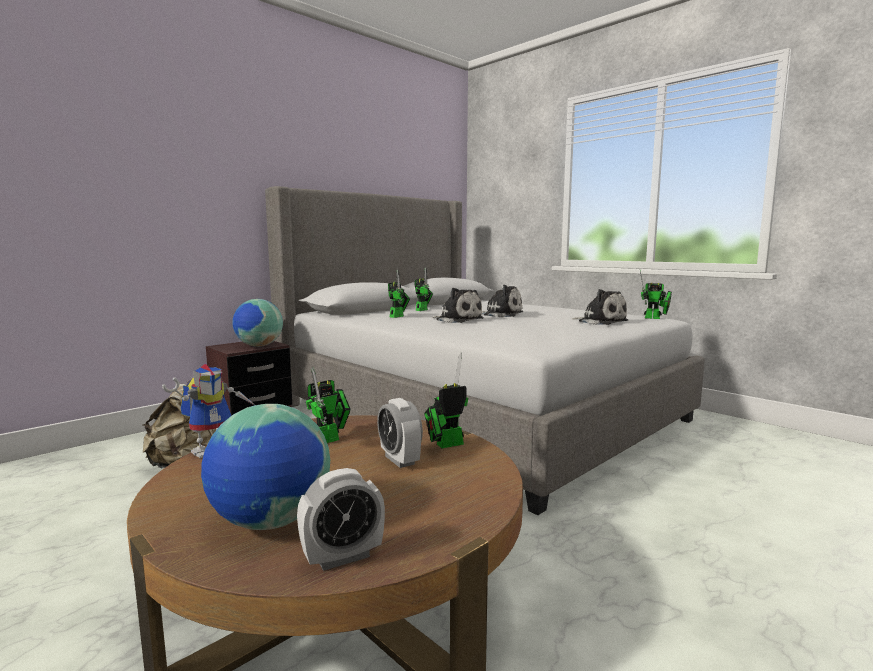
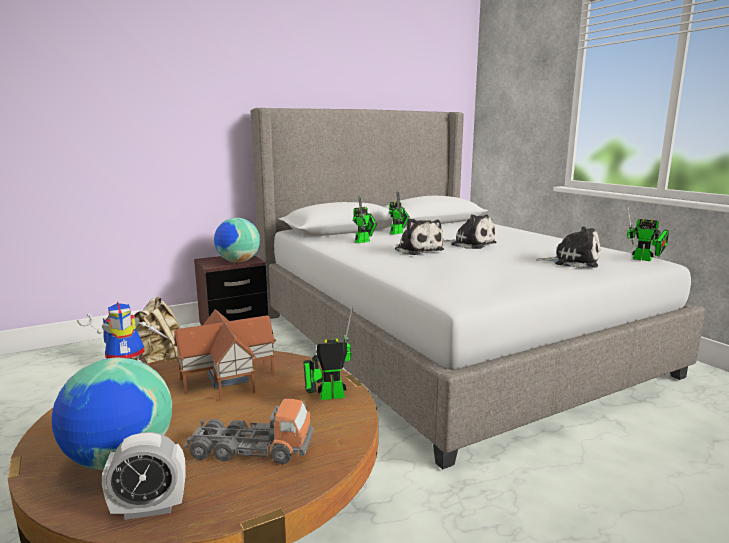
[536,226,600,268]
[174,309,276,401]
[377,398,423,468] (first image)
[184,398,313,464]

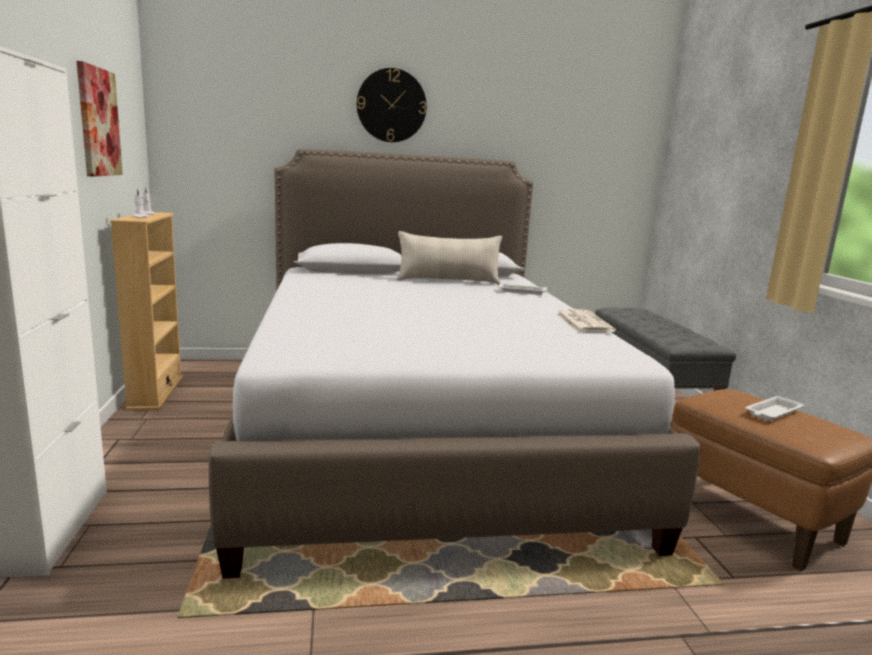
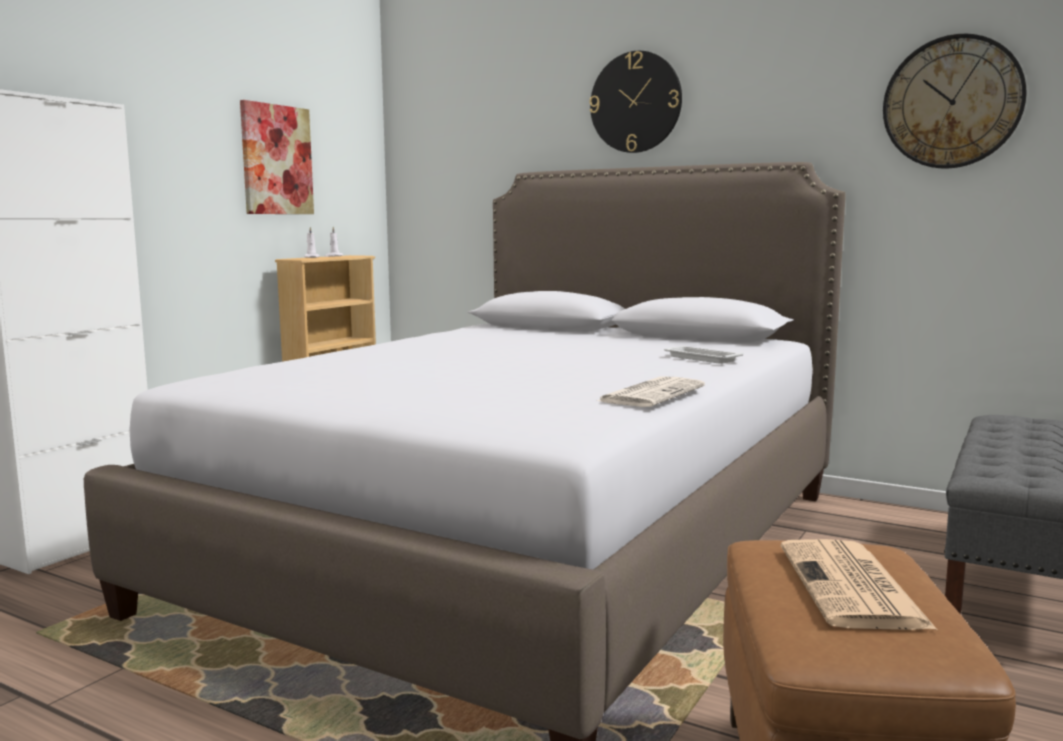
[397,231,502,284] (first image)
[781,539,937,630]
[883,34,1027,169]

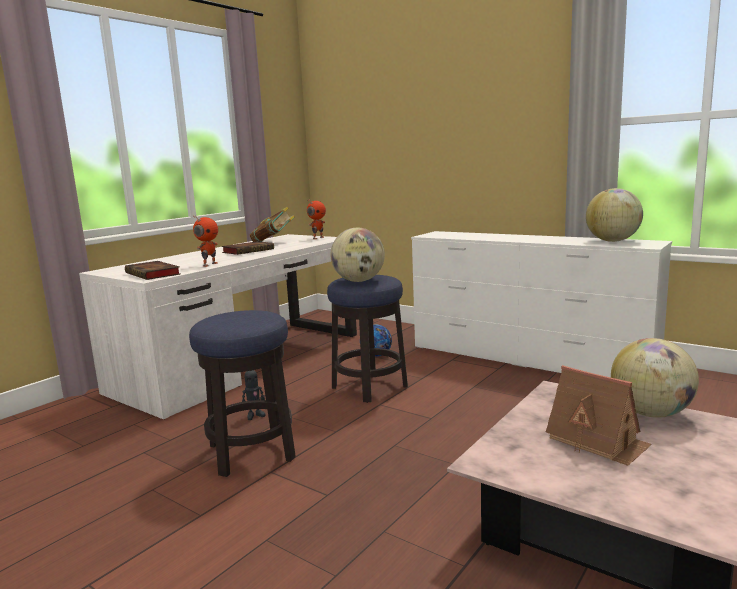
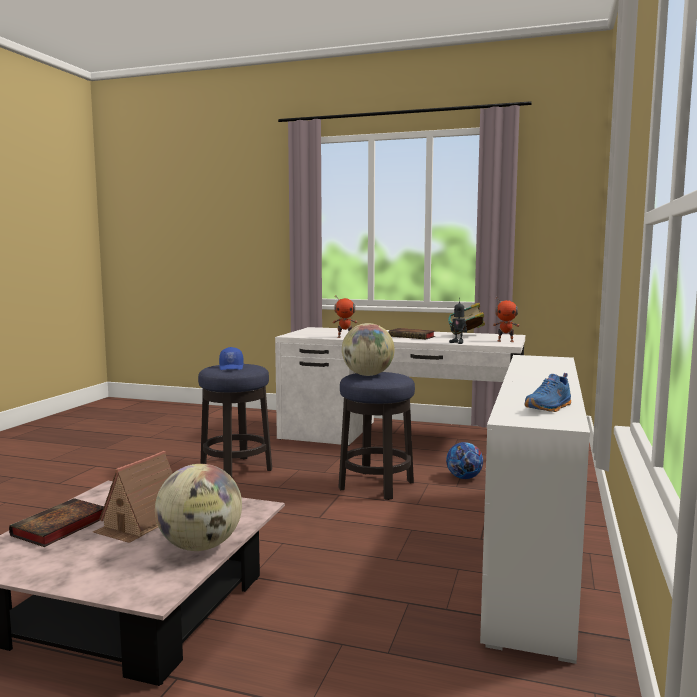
[525,373,571,412]
[9,498,104,547]
[449,298,467,344]
[219,347,244,370]

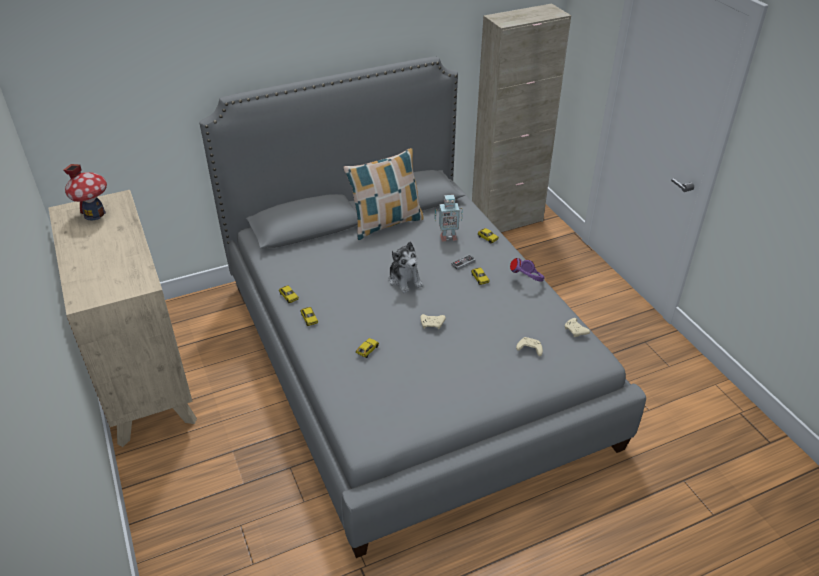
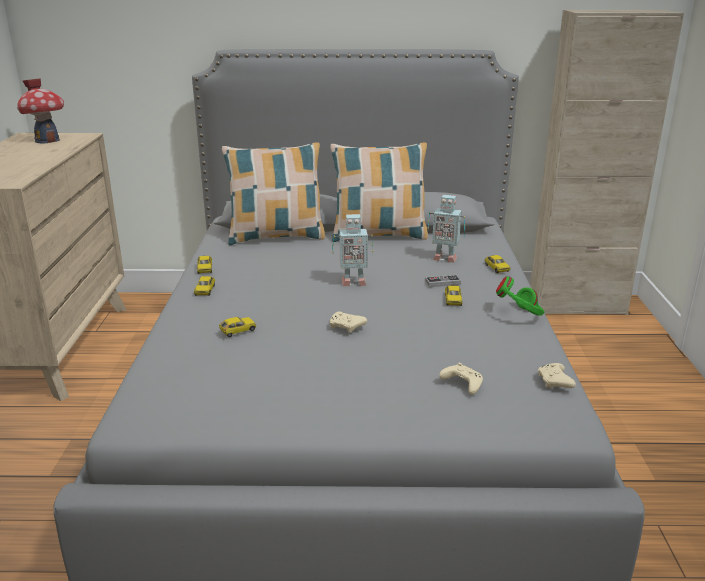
[332,214,373,286]
[496,277,544,316]
[222,142,325,245]

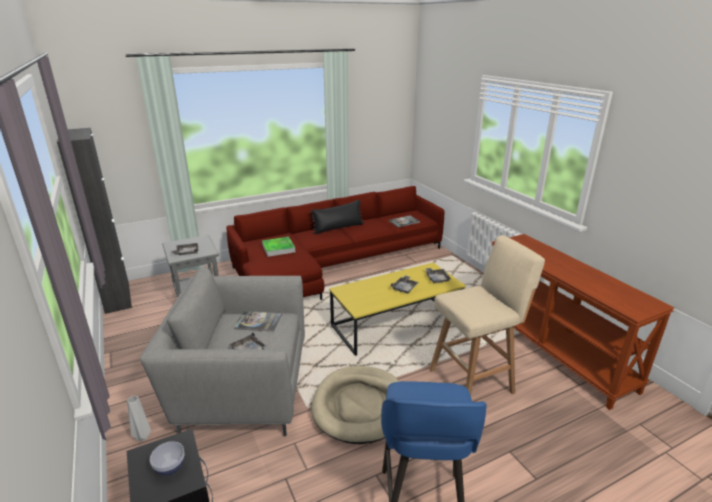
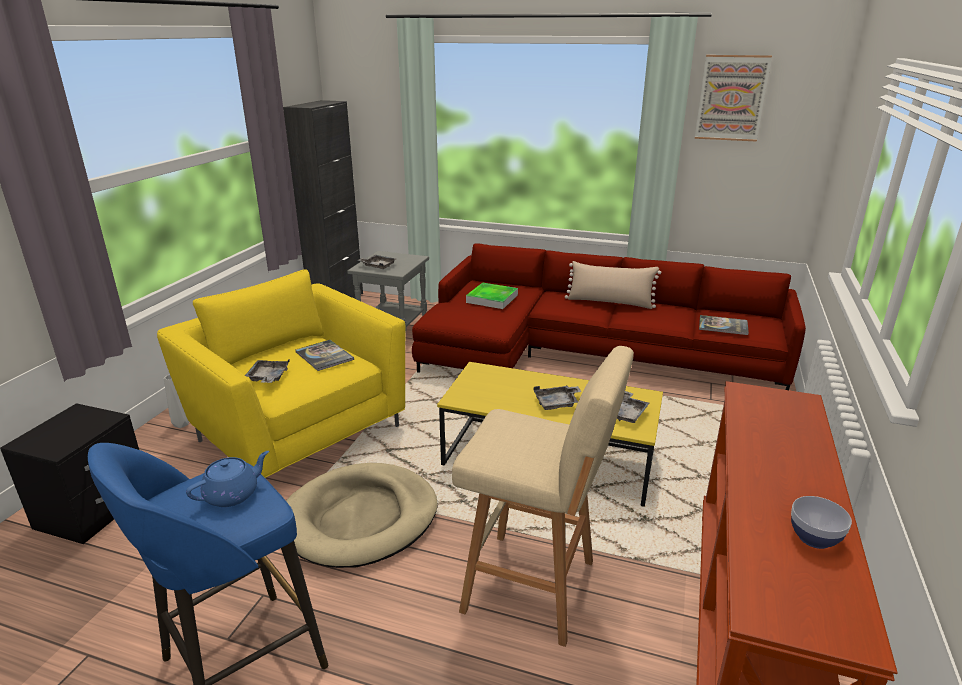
[565,261,661,309]
[157,269,405,478]
[791,496,852,549]
[695,55,772,142]
[186,451,269,507]

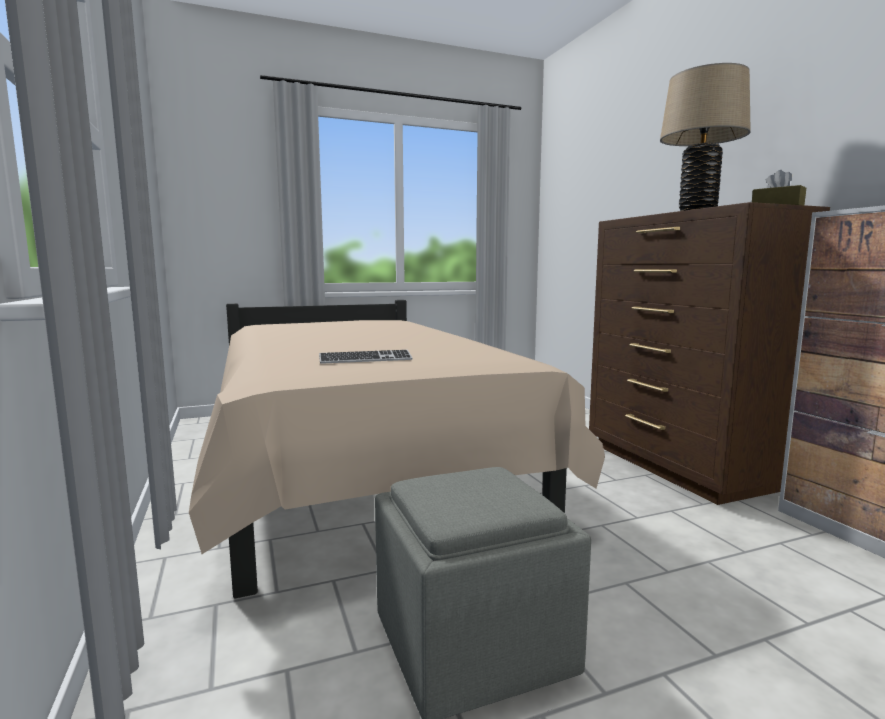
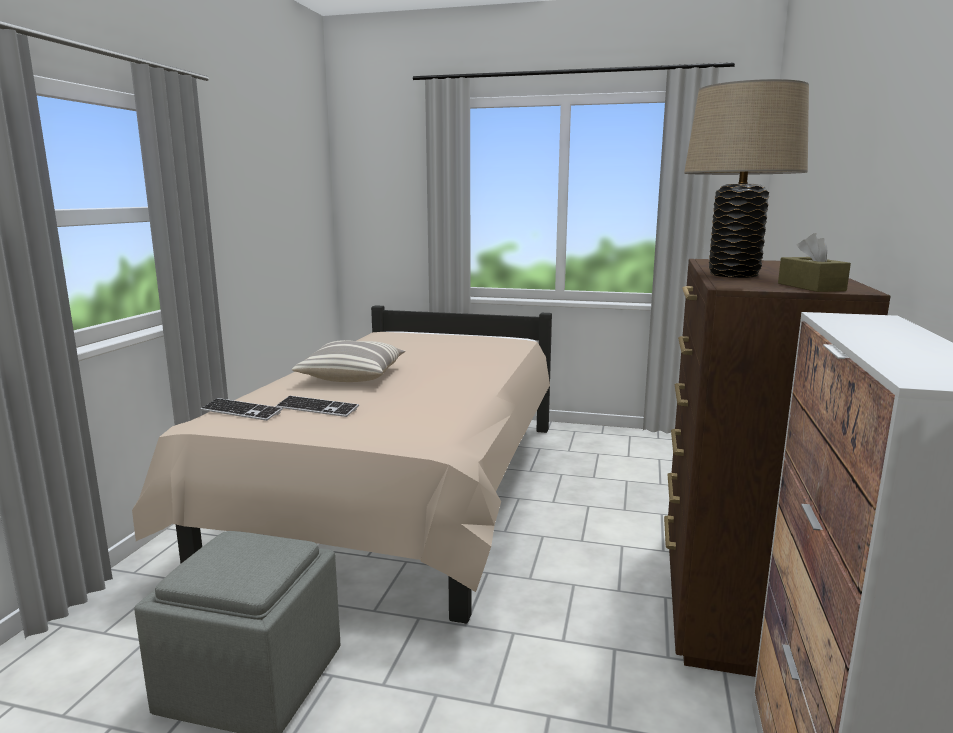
[292,340,405,382]
[200,398,283,421]

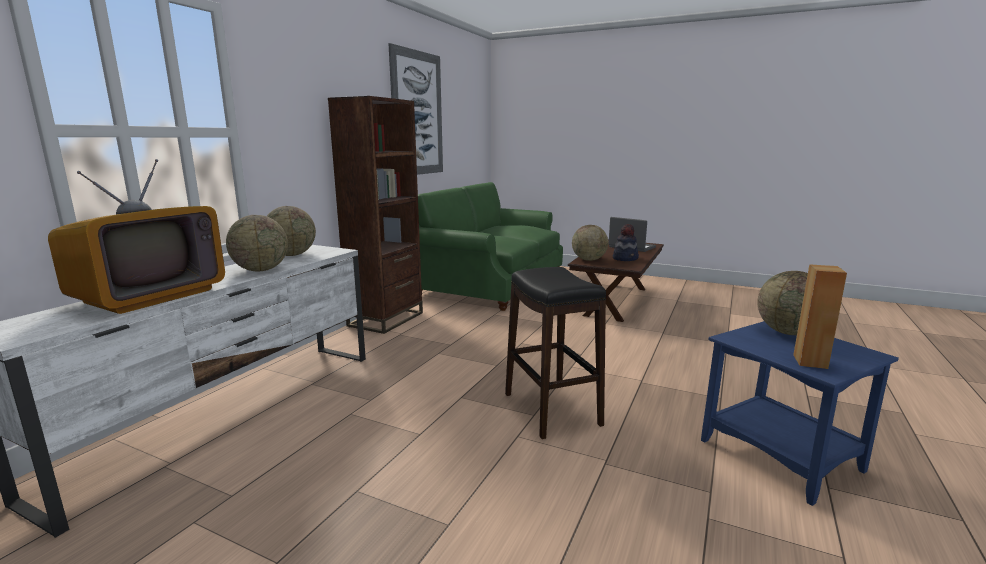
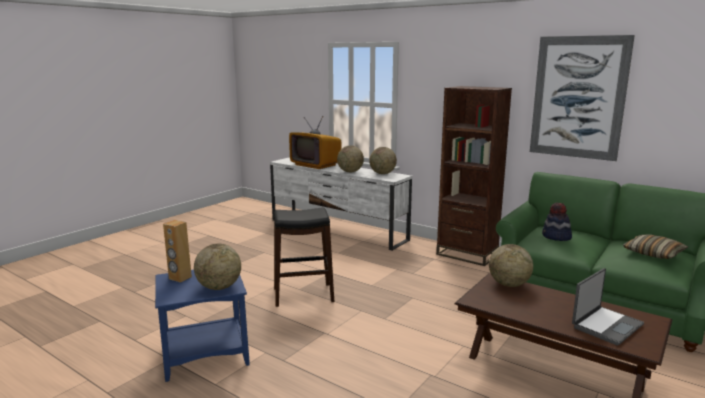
[542,203,572,241]
[623,234,688,259]

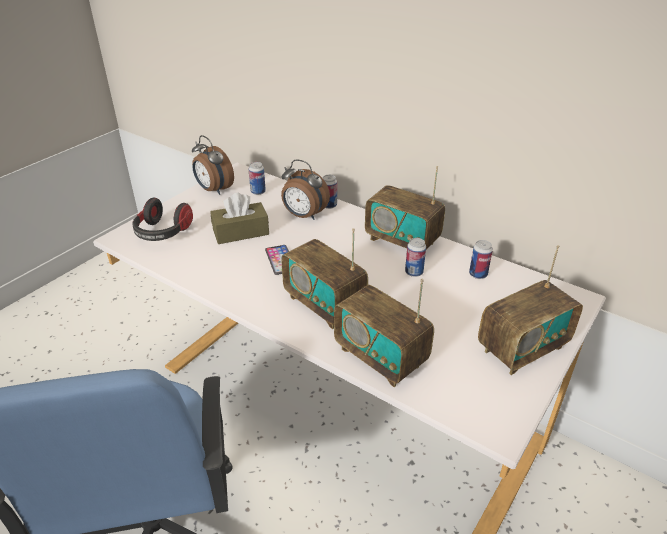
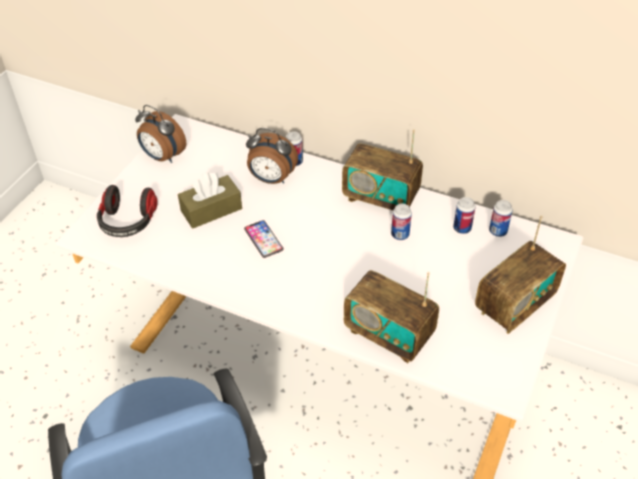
[489,200,513,237]
[281,228,368,329] (first image)

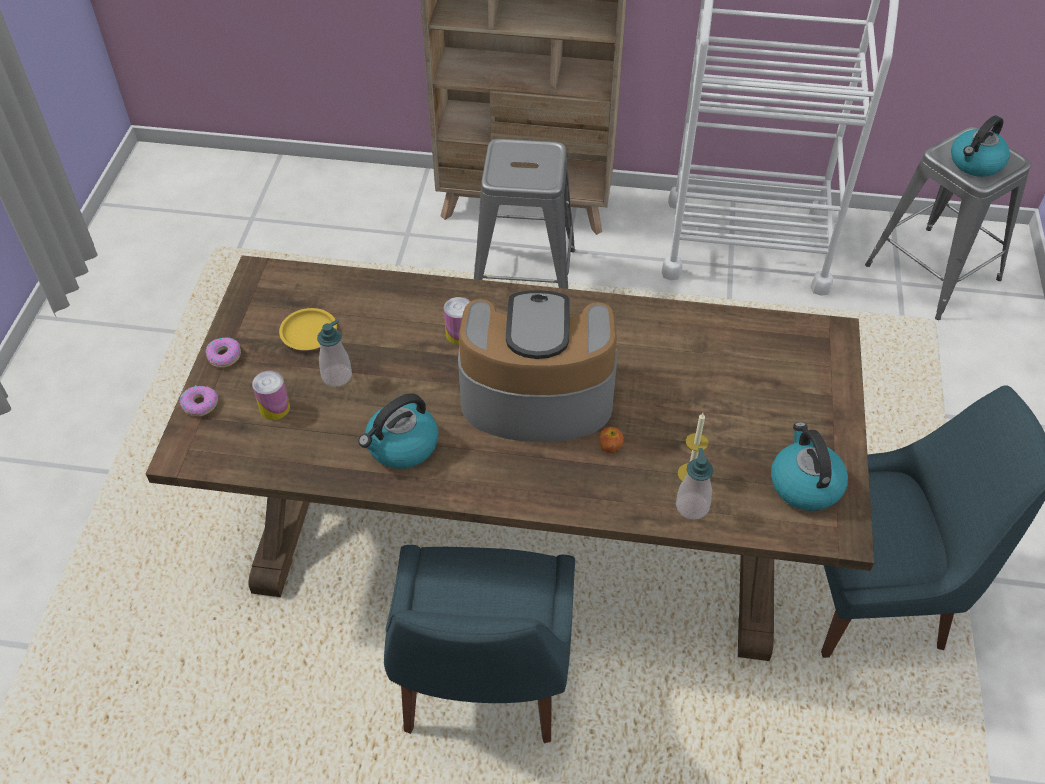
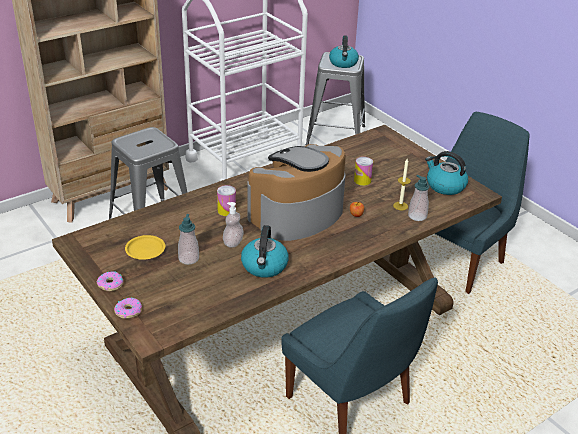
[354,157,373,186]
[223,202,244,248]

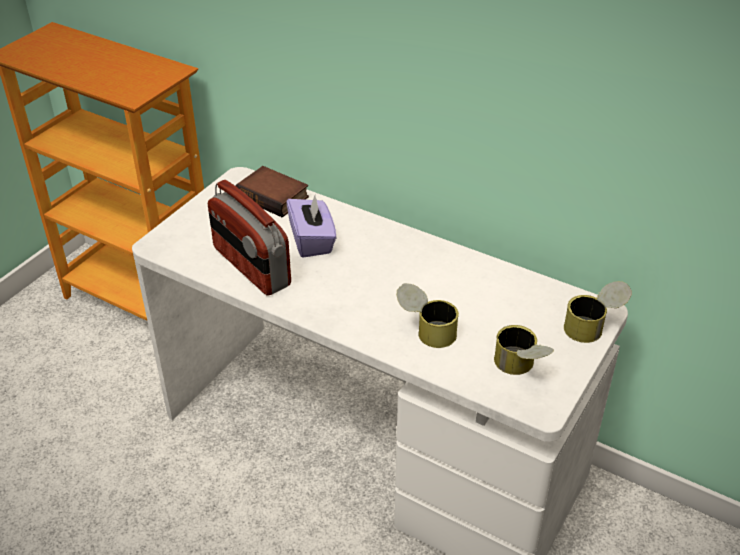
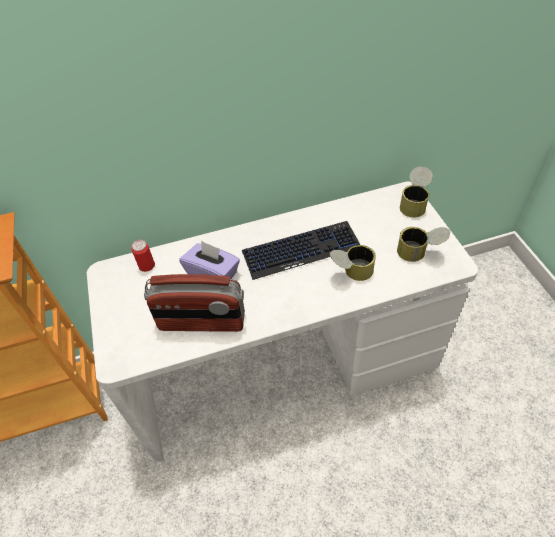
[131,240,155,272]
[242,221,360,280]

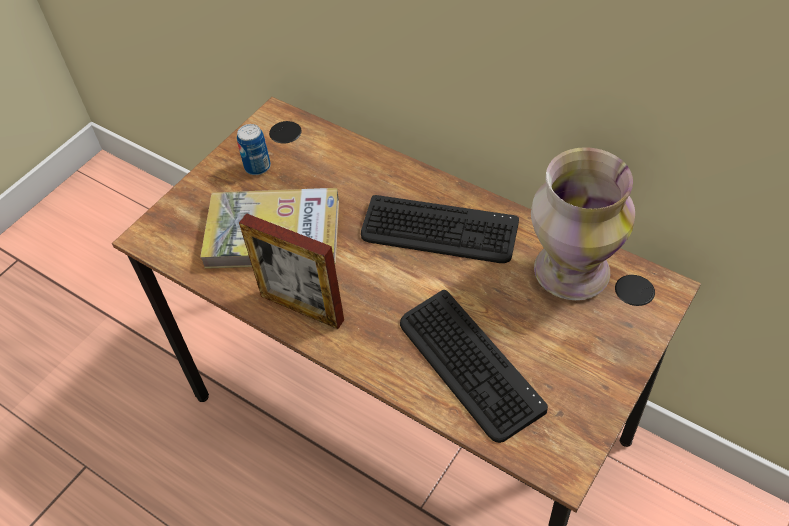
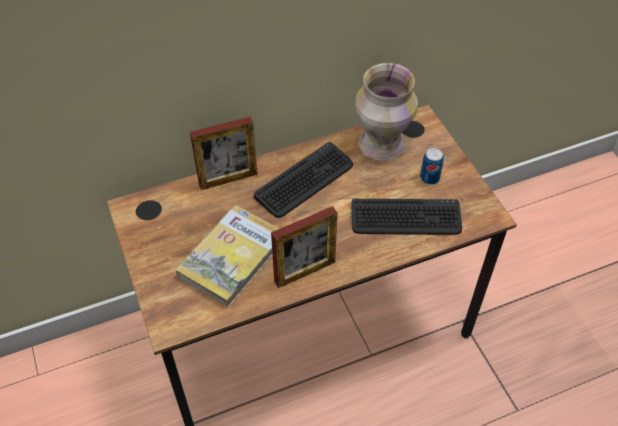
[420,148,444,185]
[190,116,257,190]

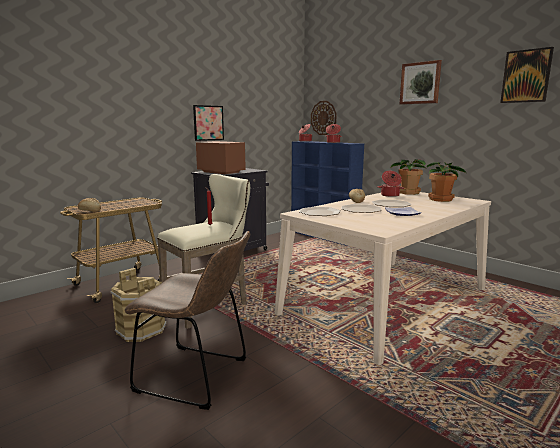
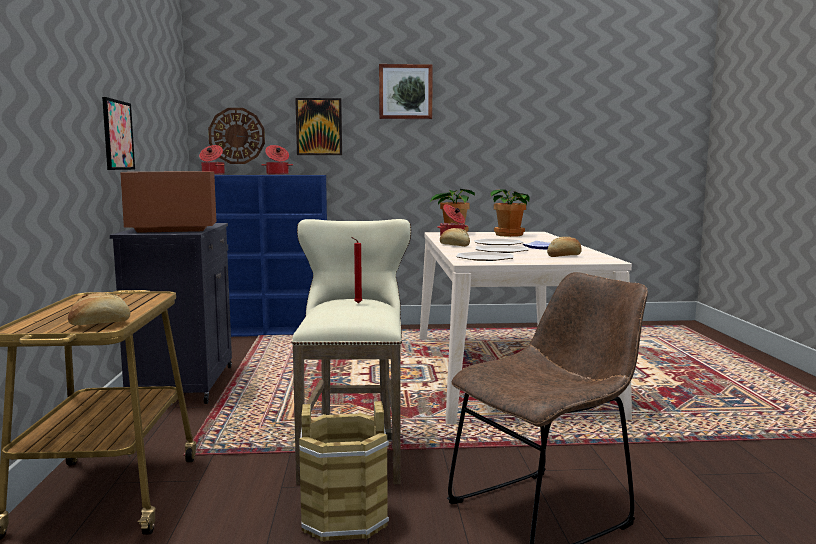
[295,98,342,155]
[547,237,582,257]

